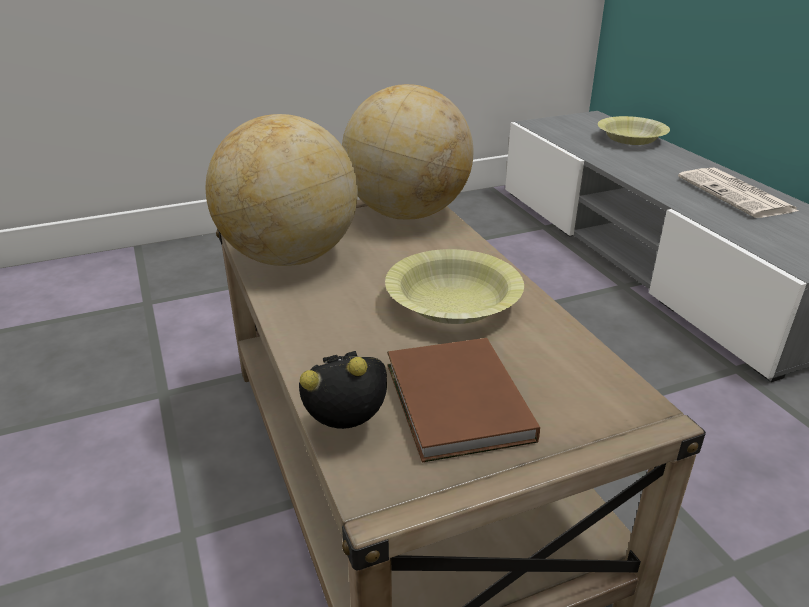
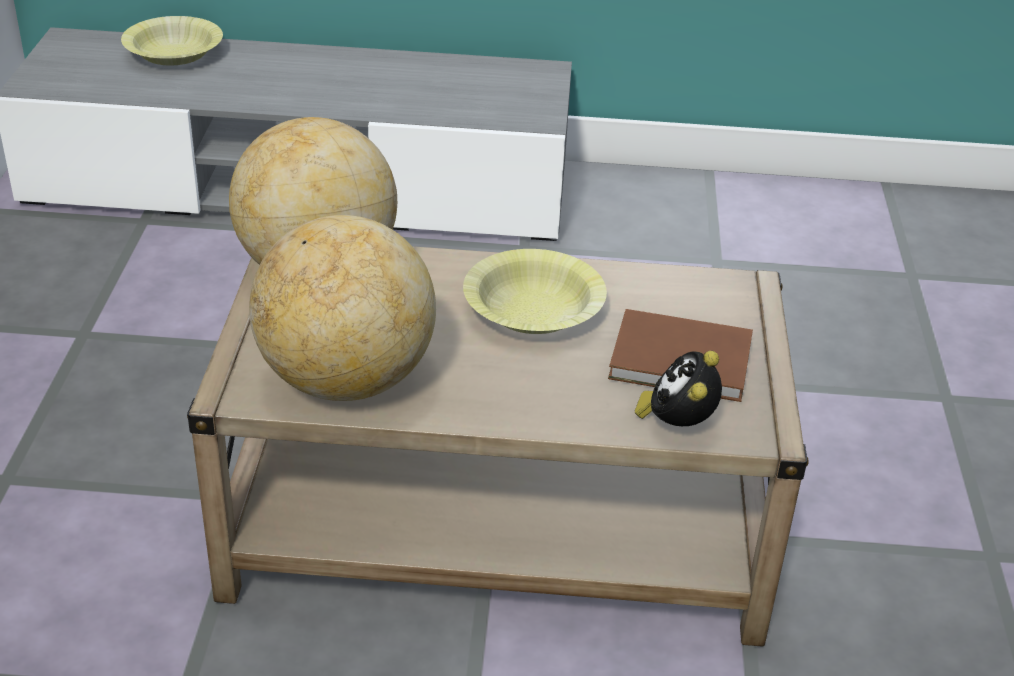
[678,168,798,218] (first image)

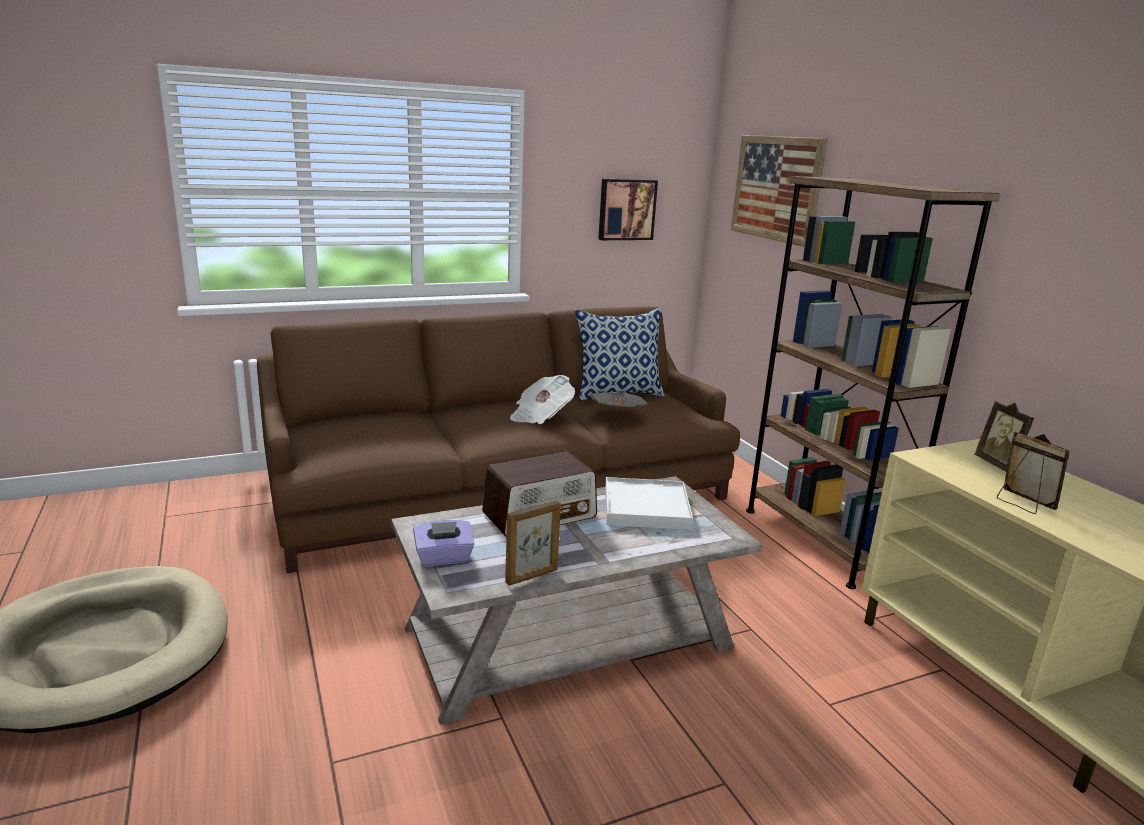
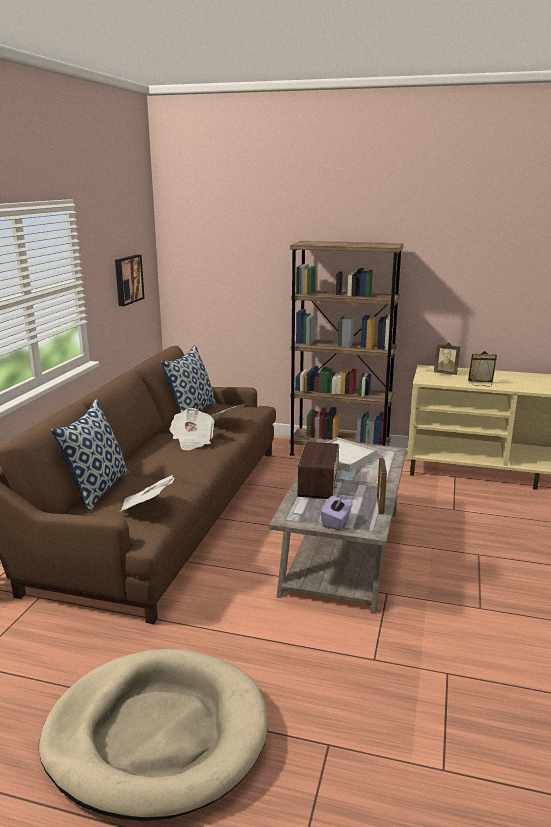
[731,135,828,247] (first image)
[51,399,129,511]
[120,475,174,511]

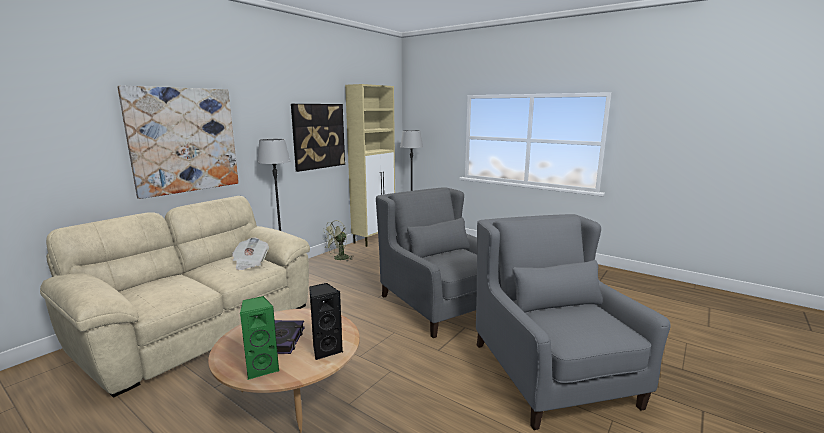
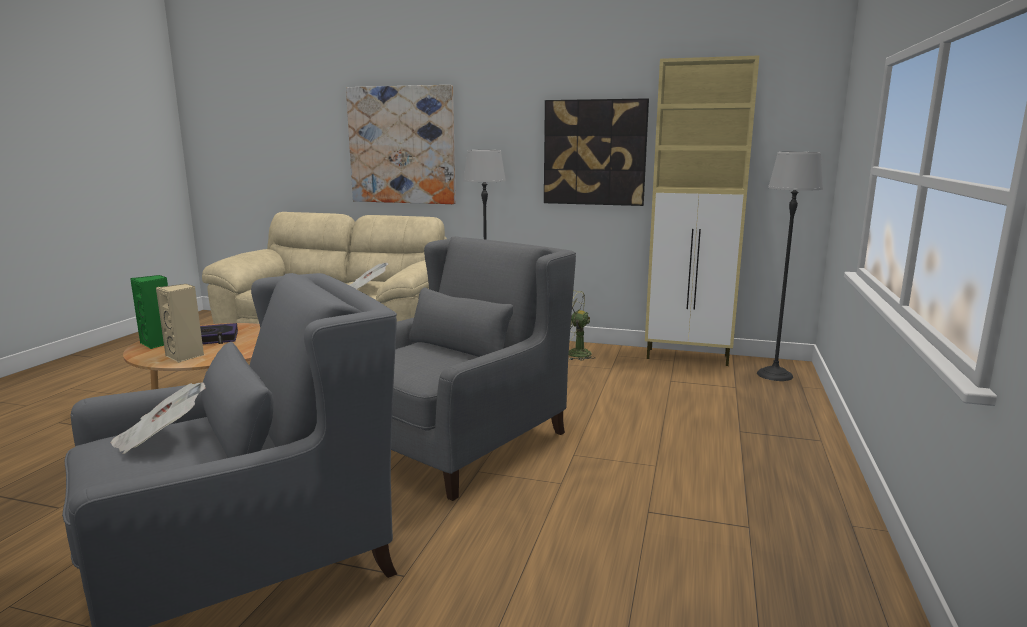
[156,284,204,363]
[110,382,206,454]

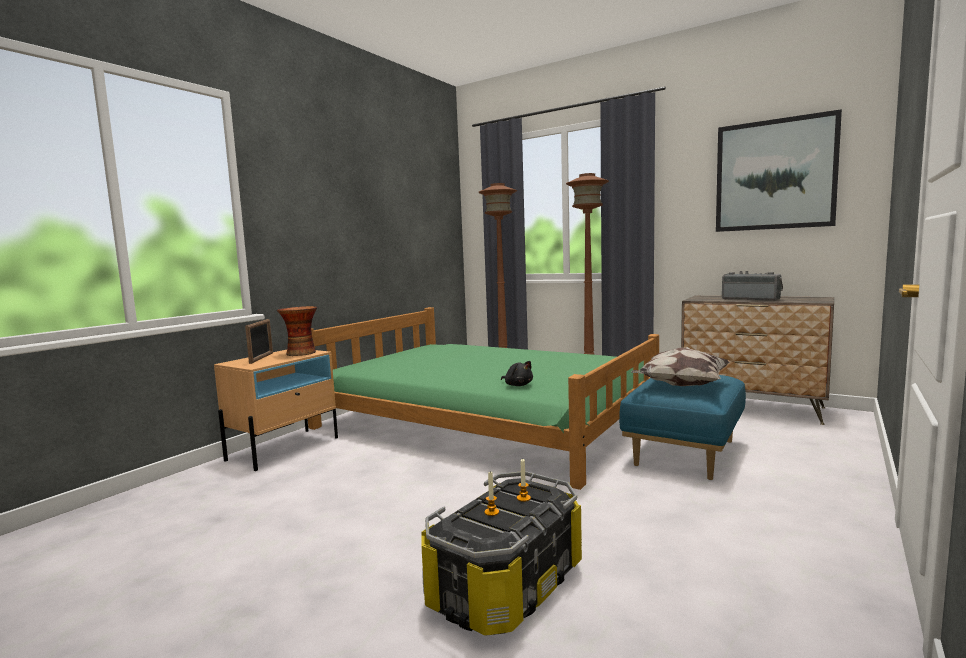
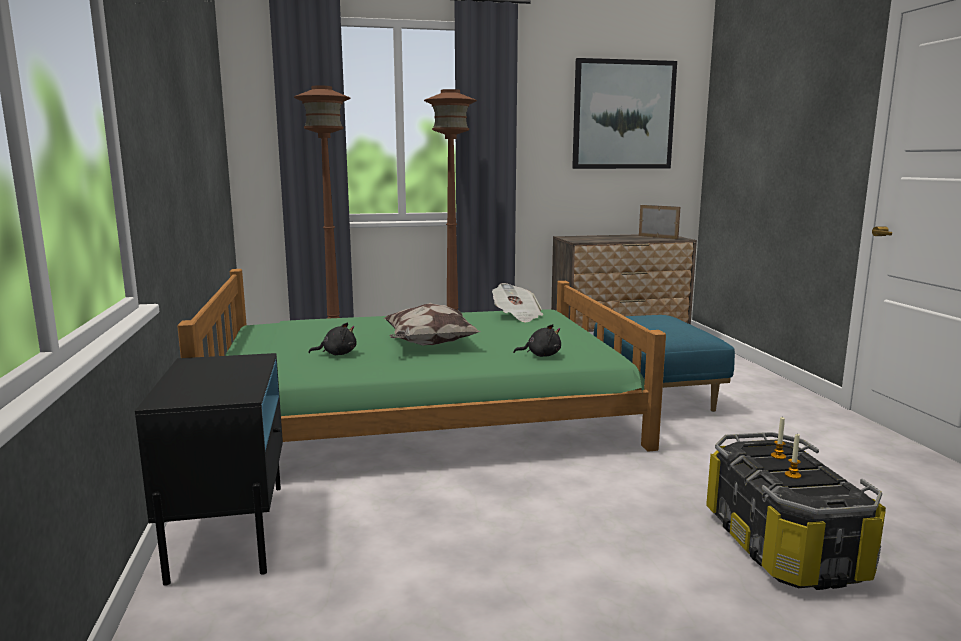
[722,271,783,301] (first image)
[277,306,317,356] (first image)
[639,205,680,239]
[384,302,481,346]
[135,353,283,586]
[492,283,543,322]
[308,323,356,355]

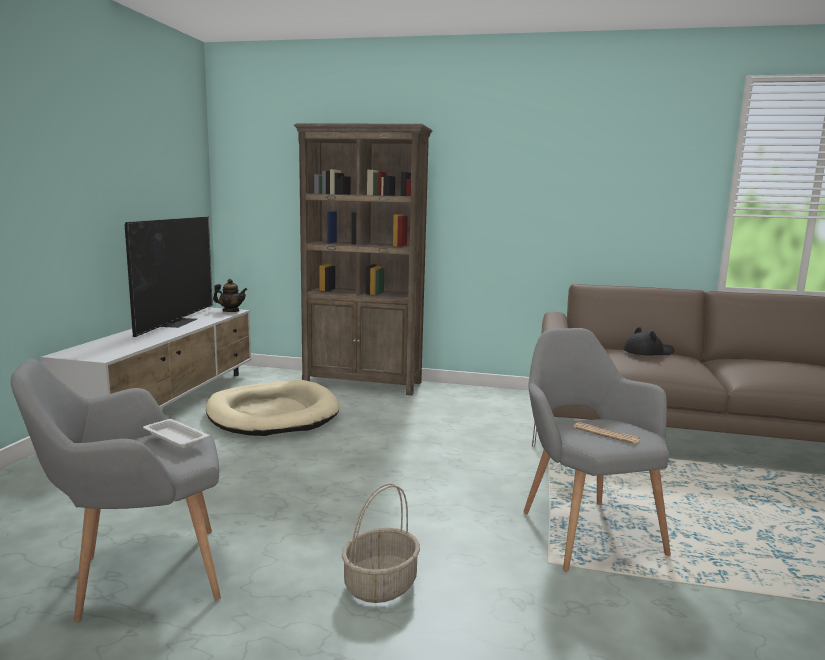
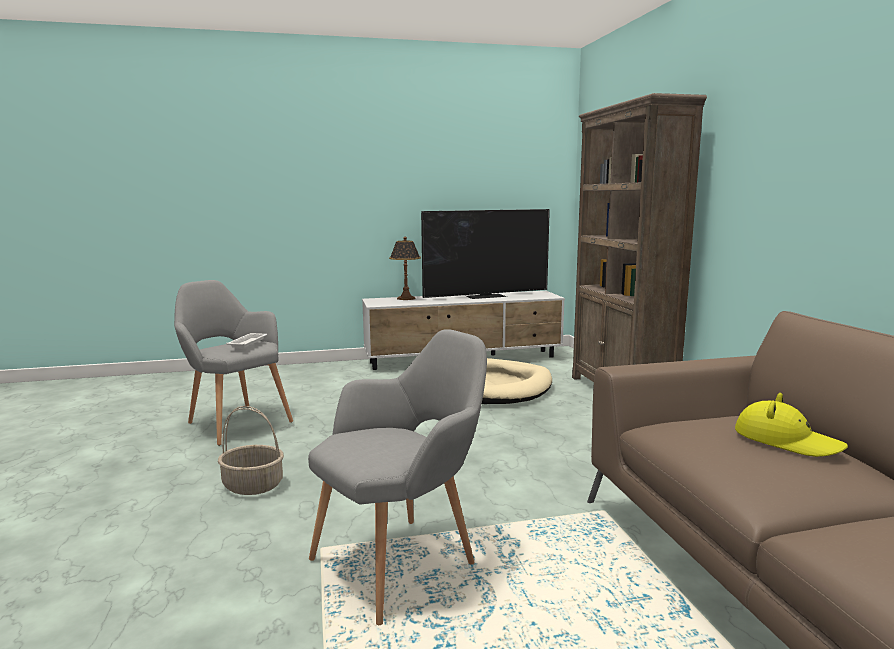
[213,279,247,312] (first image)
[735,393,848,457]
[573,422,640,444] (first image)
[389,237,421,300]

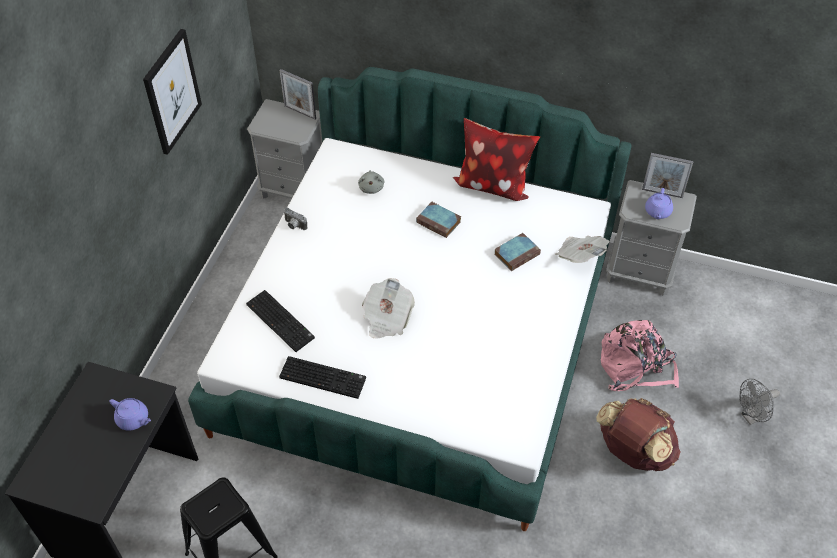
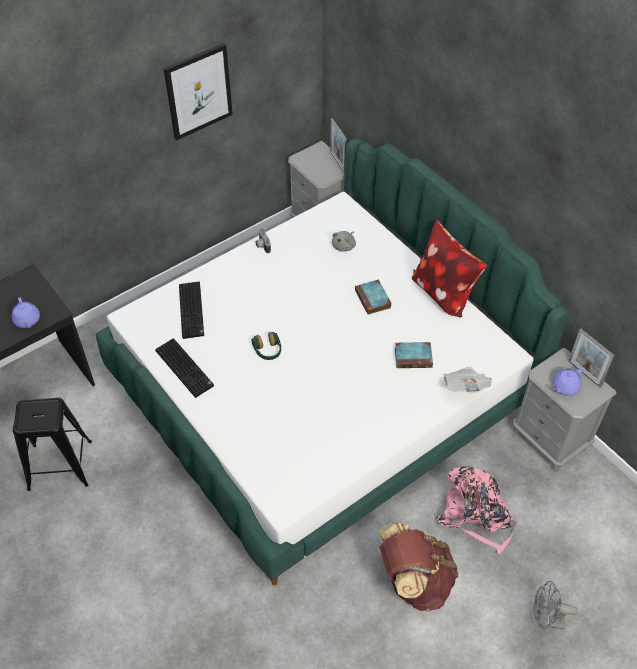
[252,332,281,360]

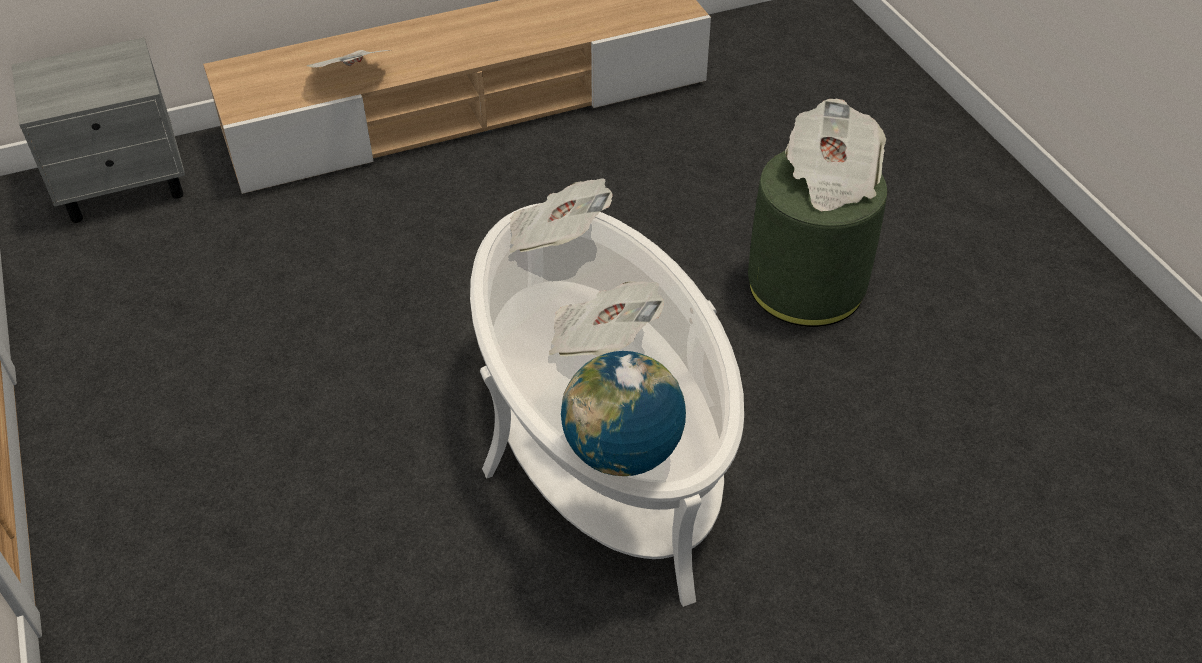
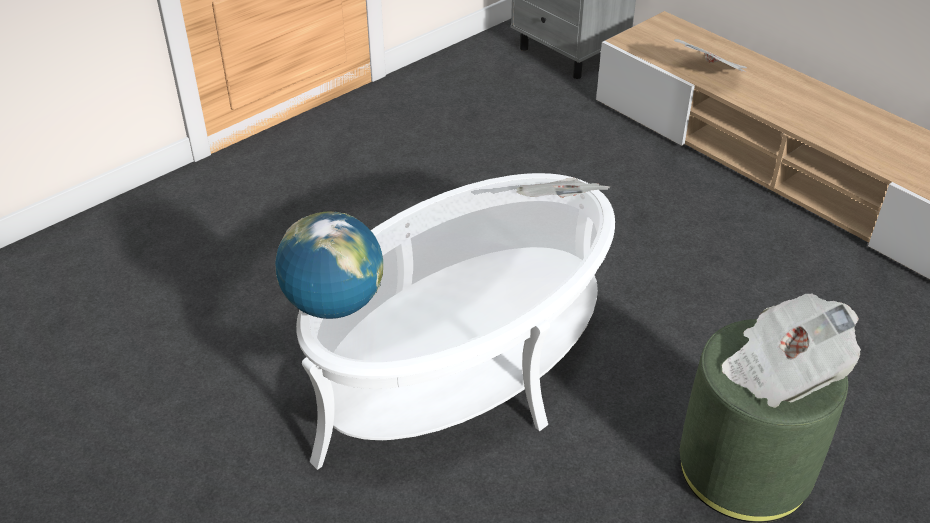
[549,281,664,357] (first image)

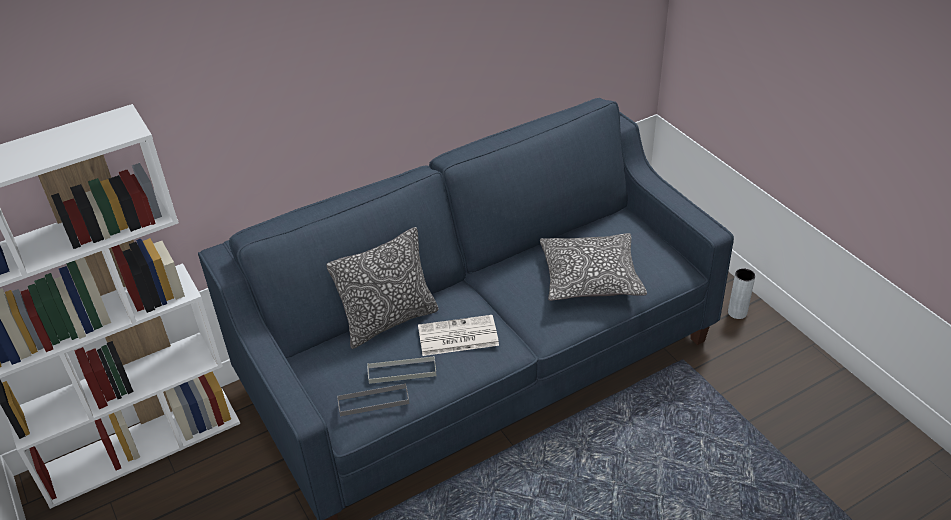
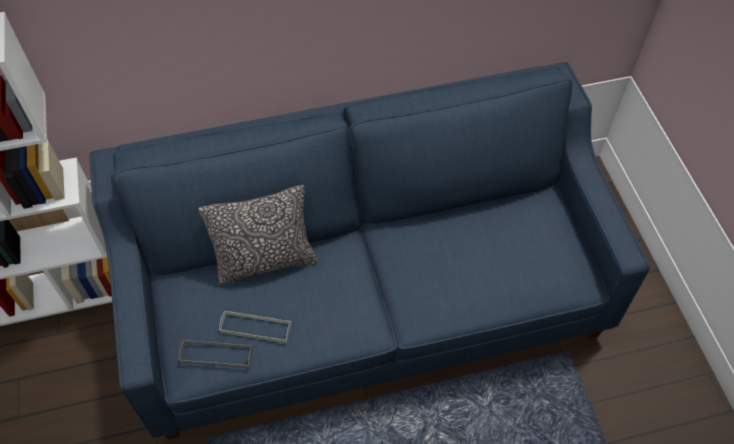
[540,233,647,301] (first image)
[728,268,755,319] (first image)
[418,315,499,356] (first image)

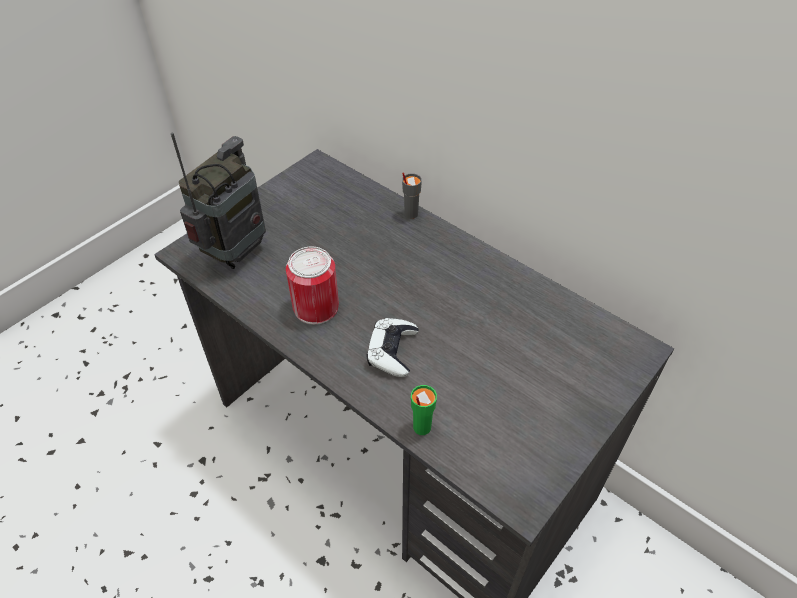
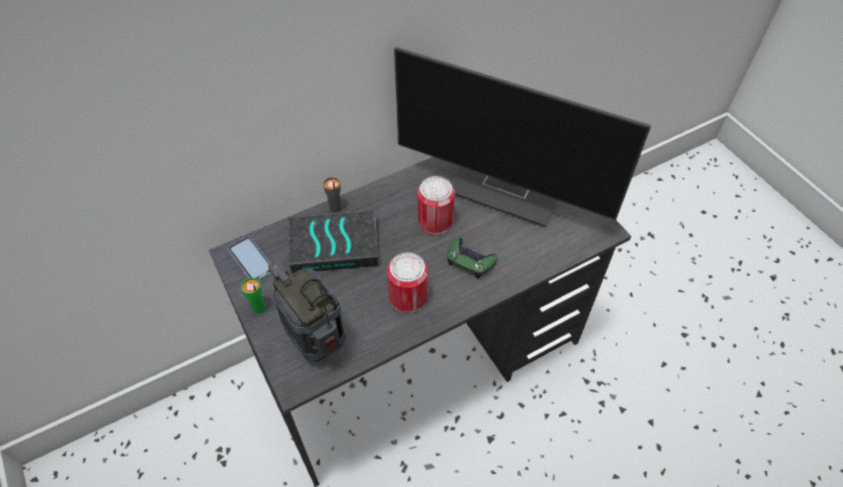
[447,238,498,278]
[241,278,265,314]
[394,47,651,227]
[418,176,455,235]
[288,210,379,274]
[228,237,271,280]

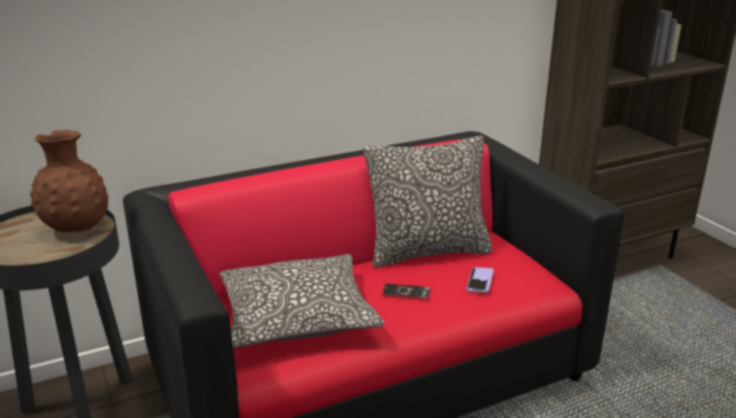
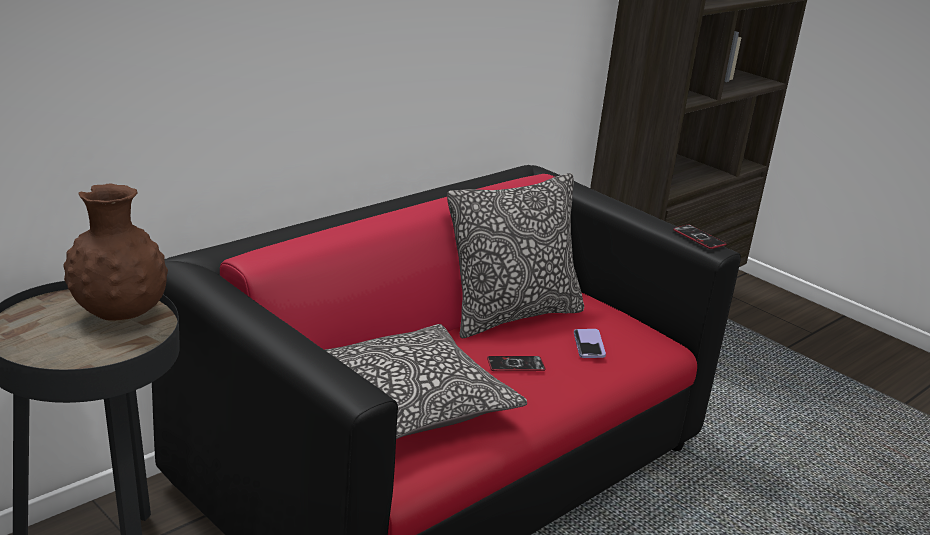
[673,225,726,249]

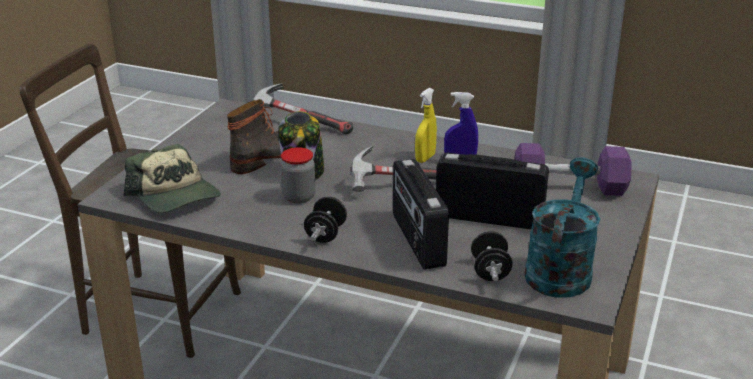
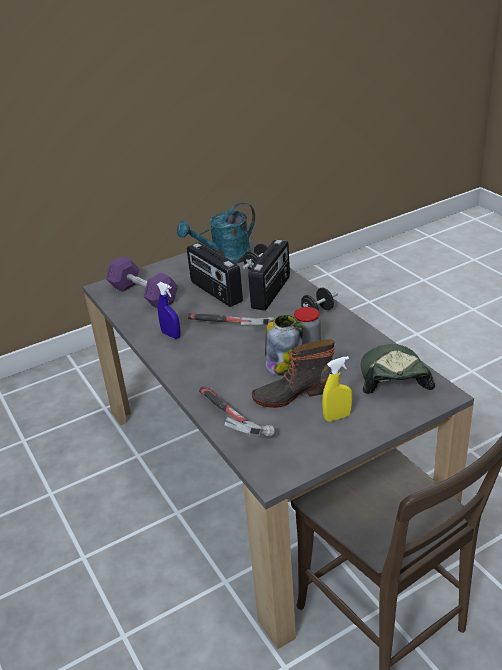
[322,356,352,422]

